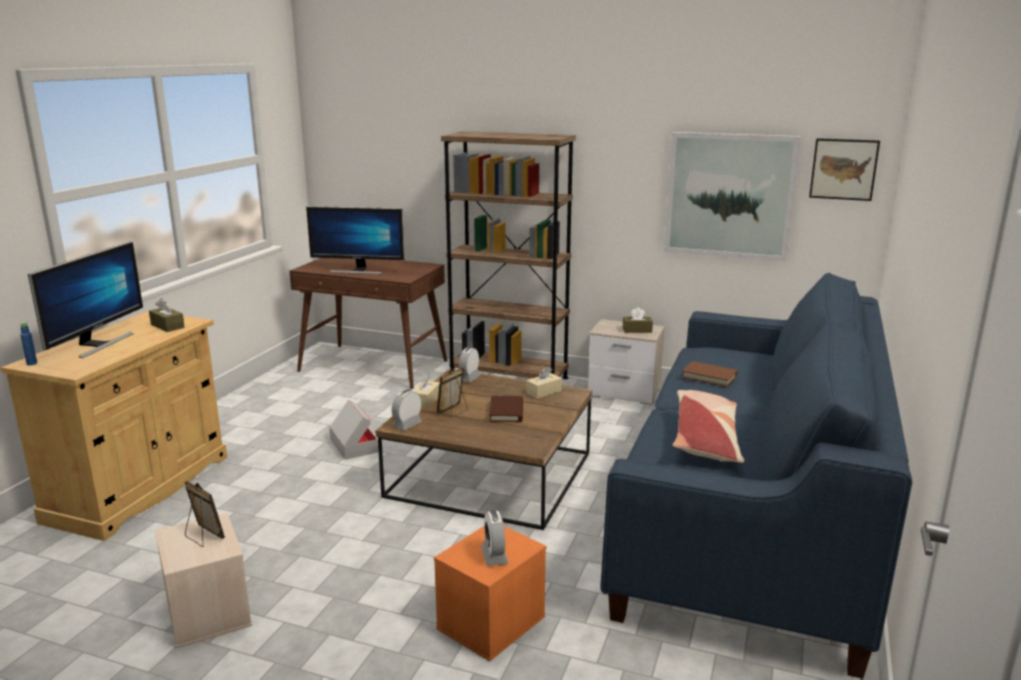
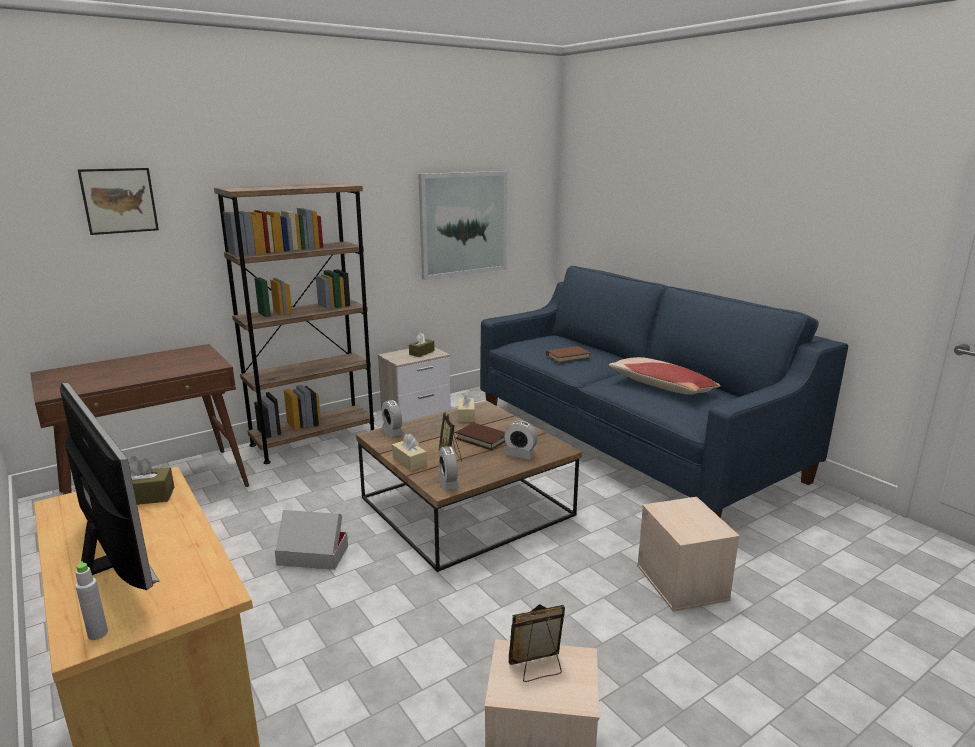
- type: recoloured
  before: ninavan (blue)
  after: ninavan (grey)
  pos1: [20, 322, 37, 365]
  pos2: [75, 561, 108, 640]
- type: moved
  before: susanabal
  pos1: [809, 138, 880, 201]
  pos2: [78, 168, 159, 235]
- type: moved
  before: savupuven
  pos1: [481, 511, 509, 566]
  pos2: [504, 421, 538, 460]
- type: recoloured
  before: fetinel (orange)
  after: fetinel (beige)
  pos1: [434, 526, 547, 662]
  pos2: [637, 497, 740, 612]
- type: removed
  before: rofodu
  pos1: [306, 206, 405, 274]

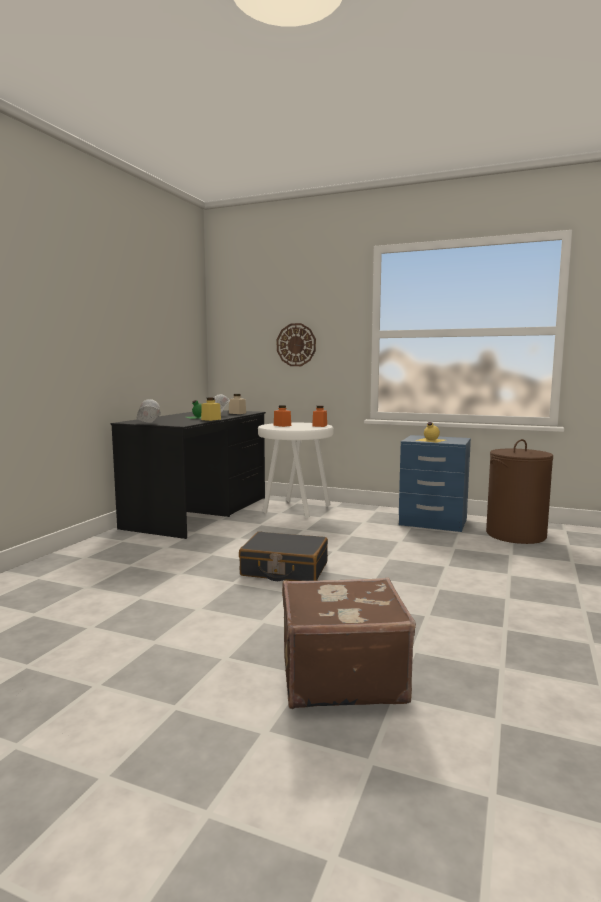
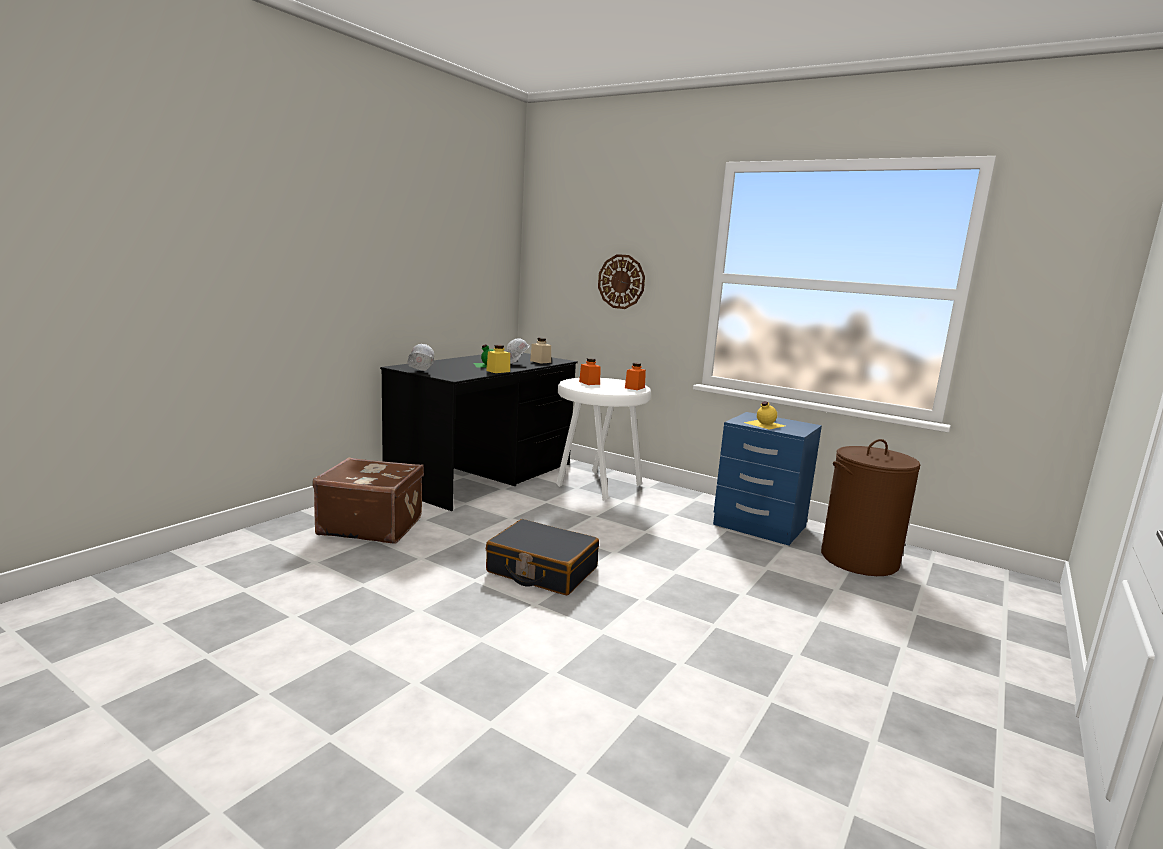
- type: moved
  before: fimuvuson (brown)
  pos1: [282, 577, 416, 709]
  pos2: [312, 457, 424, 543]

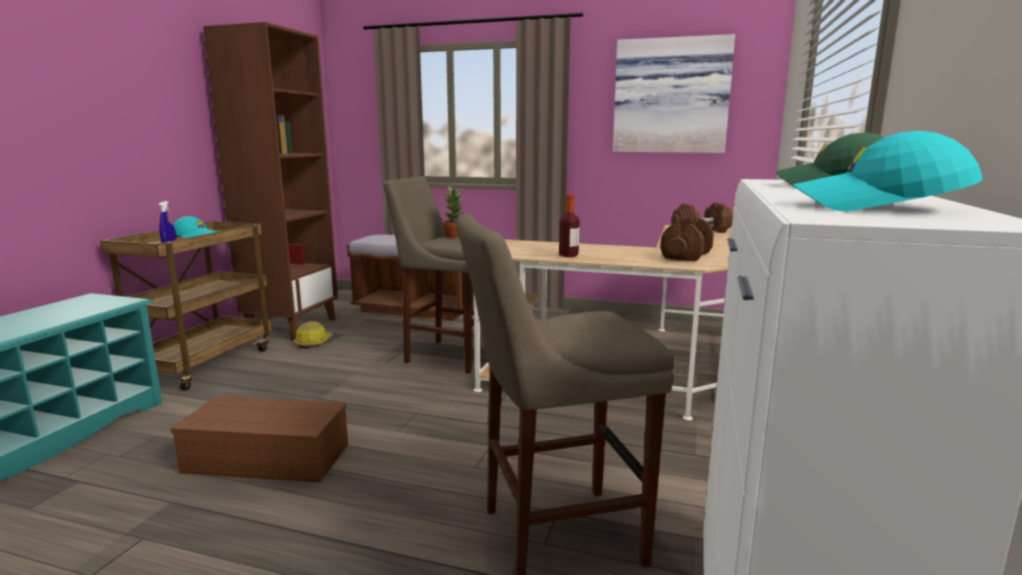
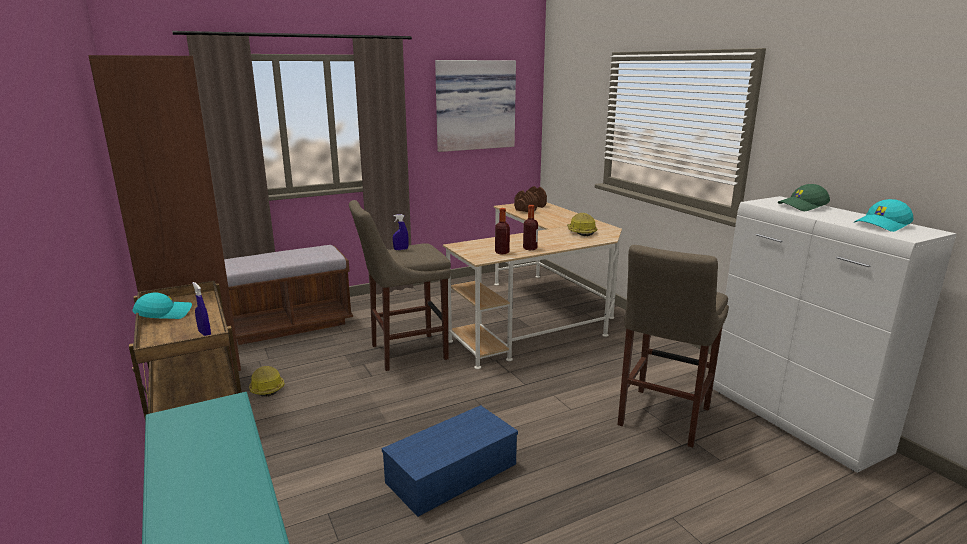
- type: recoloured
  before: fetinel (brown)
  after: fetinel (blue)
  pos1: [171, 396, 348, 483]
  pos2: [382, 405, 518, 517]
- type: replaced
  before: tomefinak
  after: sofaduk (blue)
  pos1: [442, 186, 464, 238]
  pos2: [393, 214, 409, 250]
- type: added
  after: ninavan
  pos2: [495, 208, 510, 254]
- type: replaced
  before: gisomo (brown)
  after: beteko
  pos1: [661, 218, 714, 262]
  pos2: [567, 213, 597, 236]

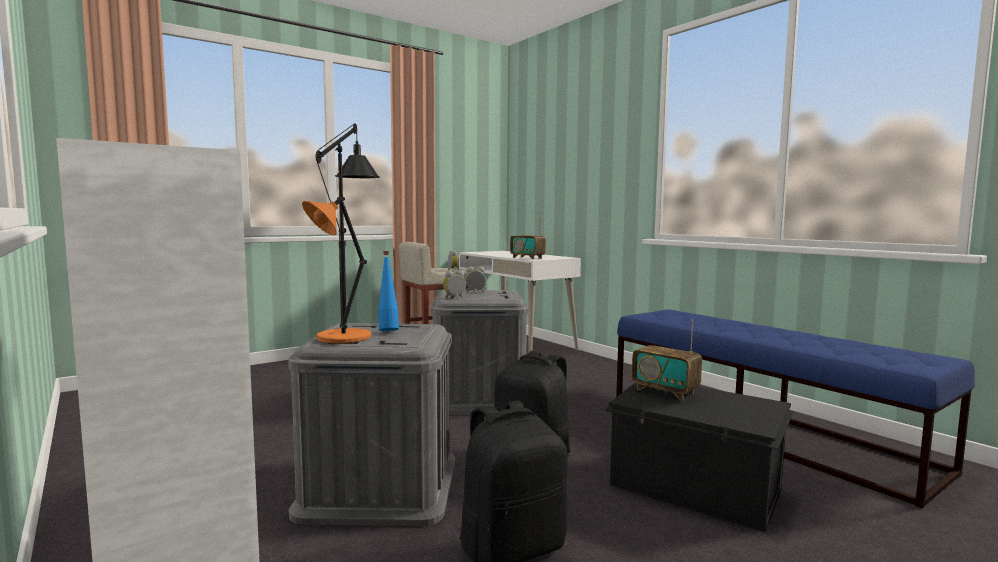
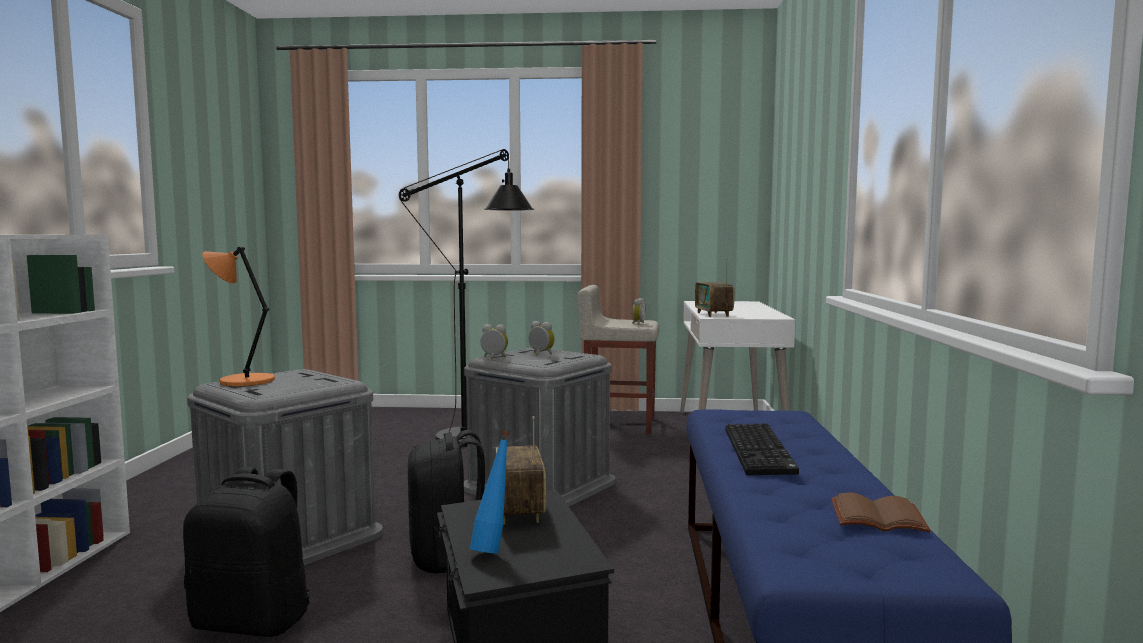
- type: moved
  before: ninavan (blue)
  pos1: [378, 251, 399, 331]
  pos2: [470, 430, 510, 553]
- type: added
  after: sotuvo
  pos2: [725, 423, 799, 475]
- type: added
  after: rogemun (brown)
  pos2: [831, 492, 931, 533]

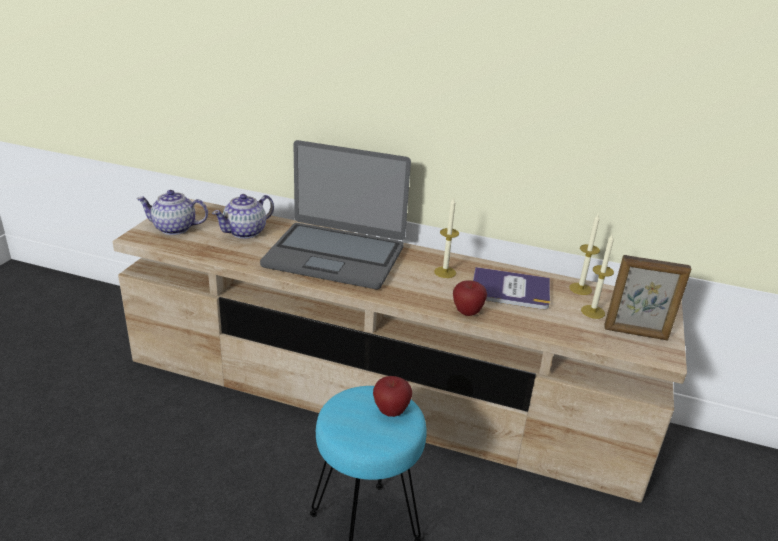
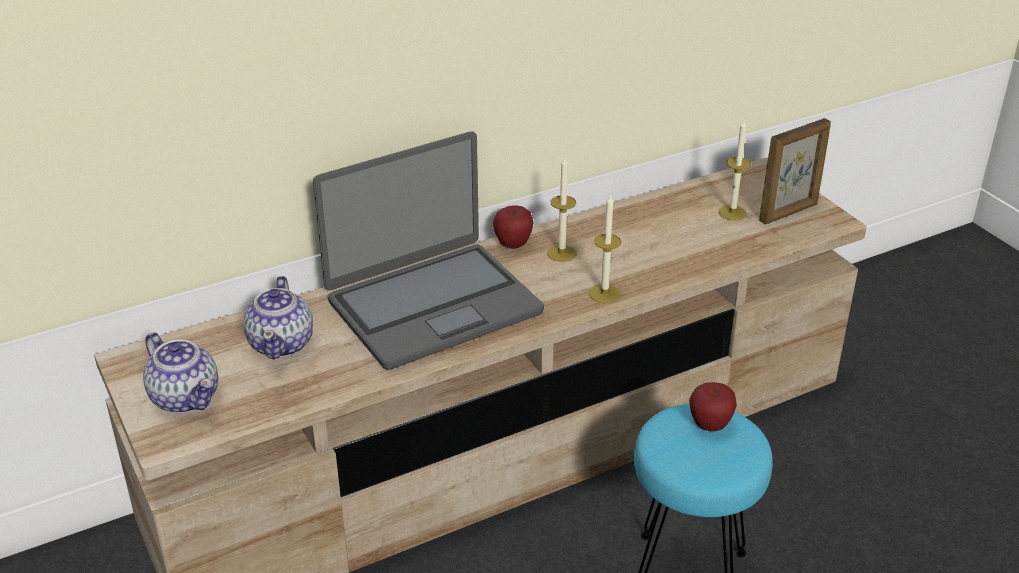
- type: turned
  before: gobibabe
  pos1: [136, 190, 208, 235]
  pos2: [143, 332, 218, 413]
  turn: -90
- type: moved
  before: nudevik
  pos1: [453, 280, 487, 316]
  pos2: [493, 206, 534, 249]
- type: moved
  before: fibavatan
  pos1: [569, 214, 600, 295]
  pos2: [589, 194, 621, 303]
- type: removed
  before: rogemun
  pos1: [473, 267, 550, 310]

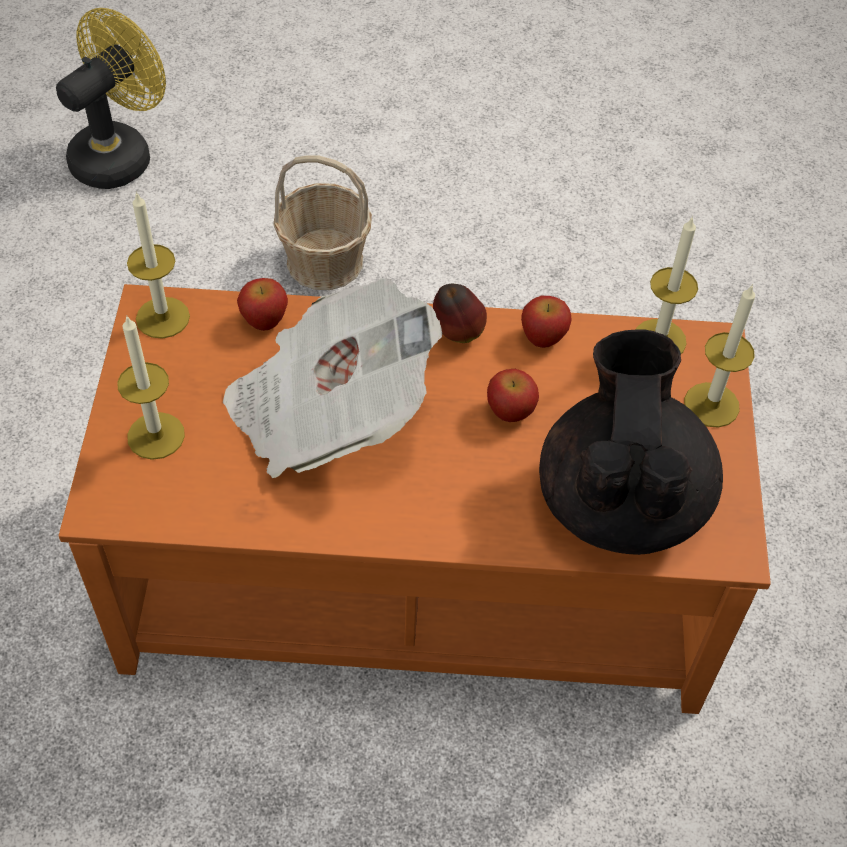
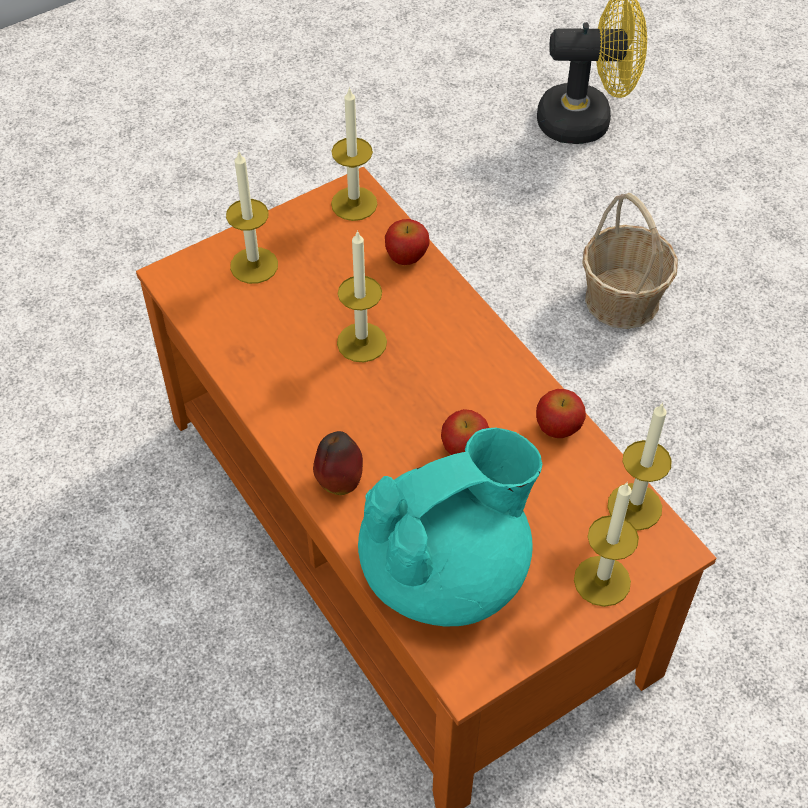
- type: moved
  before: nudevik
  pos1: [433, 284, 487, 343]
  pos2: [313, 431, 363, 495]
- type: replaced
  before: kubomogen
  after: fibavatan
  pos1: [223, 278, 442, 478]
  pos2: [337, 230, 387, 363]
- type: recoloured
  before: gobibabe (black)
  after: gobibabe (turquoise)
  pos1: [539, 329, 723, 555]
  pos2: [358, 428, 542, 626]

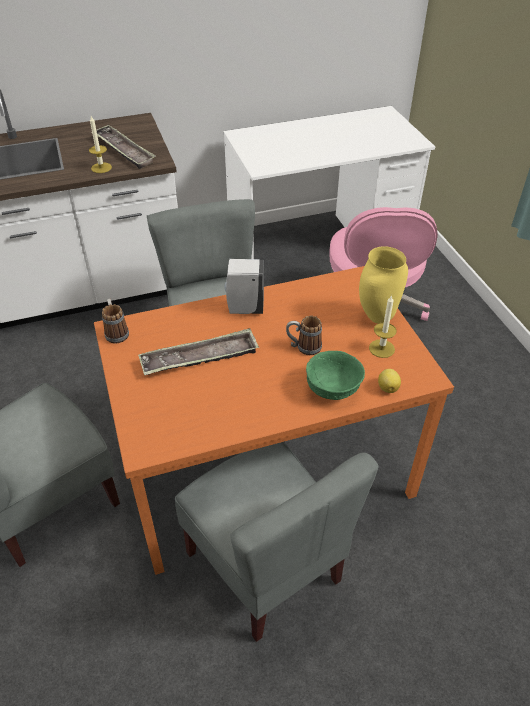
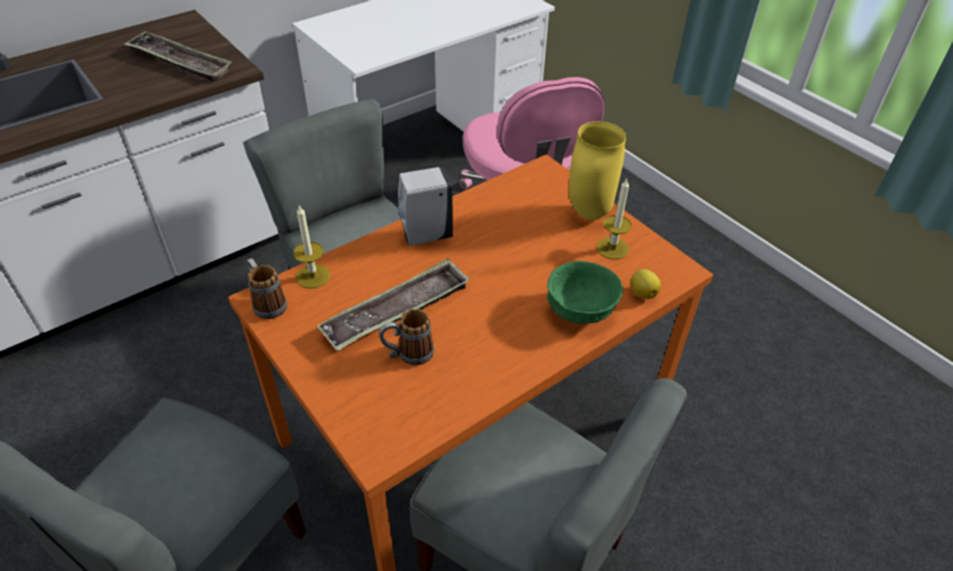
- type: moved
  before: fibavatan
  pos1: [89, 116, 112, 173]
  pos2: [293, 205, 330, 289]
- type: moved
  before: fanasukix
  pos1: [286, 316, 322, 355]
  pos2: [379, 309, 434, 365]

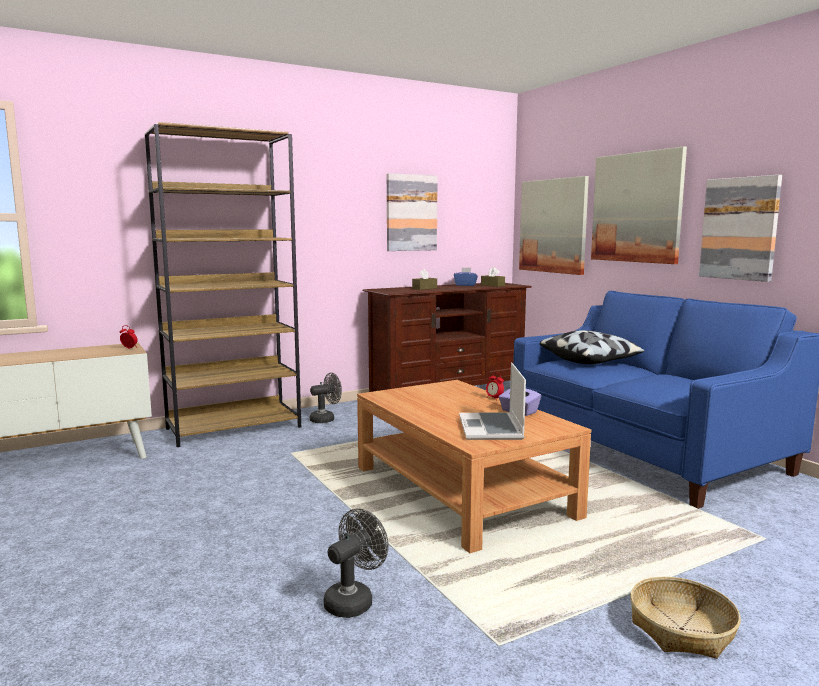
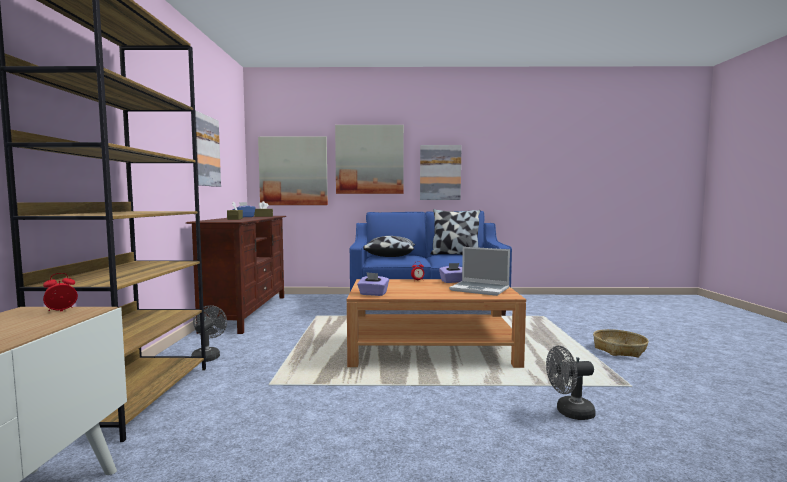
- type: added
  after: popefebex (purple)
  pos2: [357, 272, 389, 296]
- type: added
  after: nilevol
  pos2: [430, 209, 480, 255]
- type: turned
  before: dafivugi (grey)
  pos1: [323, 508, 389, 618]
  pos2: [546, 346, 596, 420]
  turn: -75

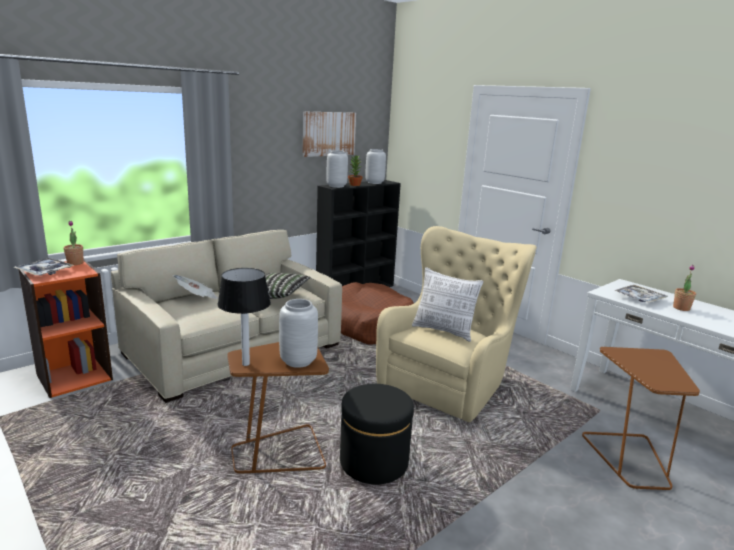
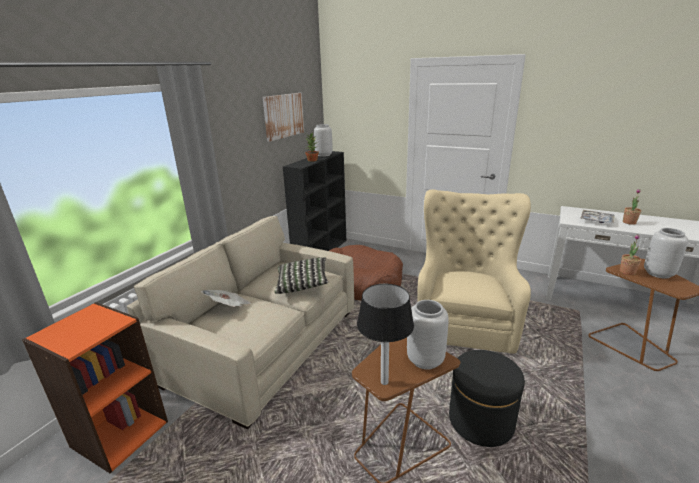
- type: moved
  before: tomefinak
  pos1: [63, 221, 84, 265]
  pos2: [620, 234, 641, 275]
- type: moved
  before: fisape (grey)
  pos1: [326, 150, 348, 188]
  pos2: [644, 228, 688, 279]
- type: removed
  before: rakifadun
  pos1: [13, 258, 74, 276]
- type: removed
  before: nilevol
  pos1: [412, 267, 483, 342]

